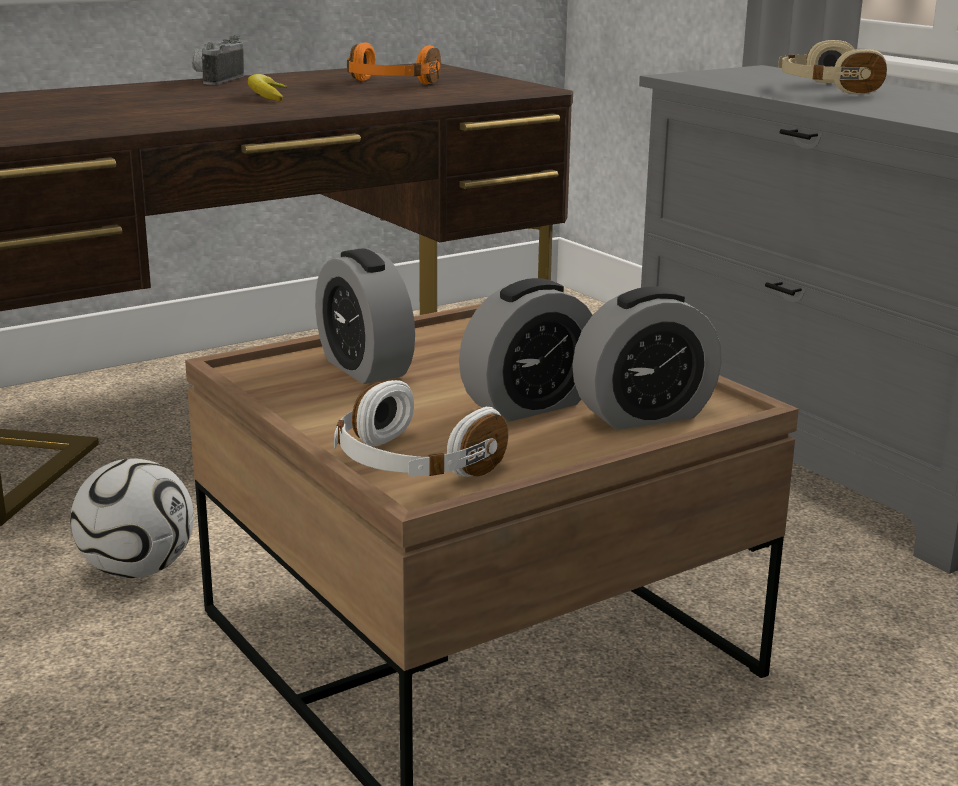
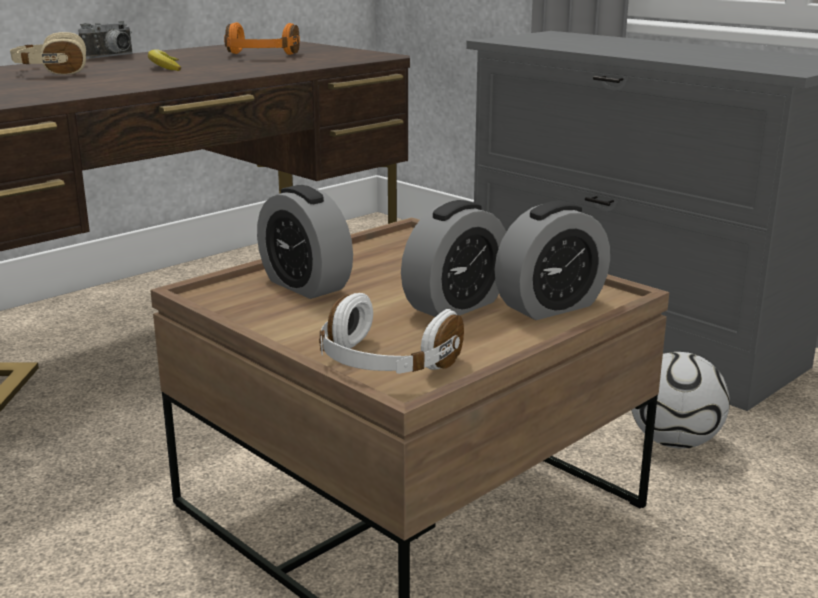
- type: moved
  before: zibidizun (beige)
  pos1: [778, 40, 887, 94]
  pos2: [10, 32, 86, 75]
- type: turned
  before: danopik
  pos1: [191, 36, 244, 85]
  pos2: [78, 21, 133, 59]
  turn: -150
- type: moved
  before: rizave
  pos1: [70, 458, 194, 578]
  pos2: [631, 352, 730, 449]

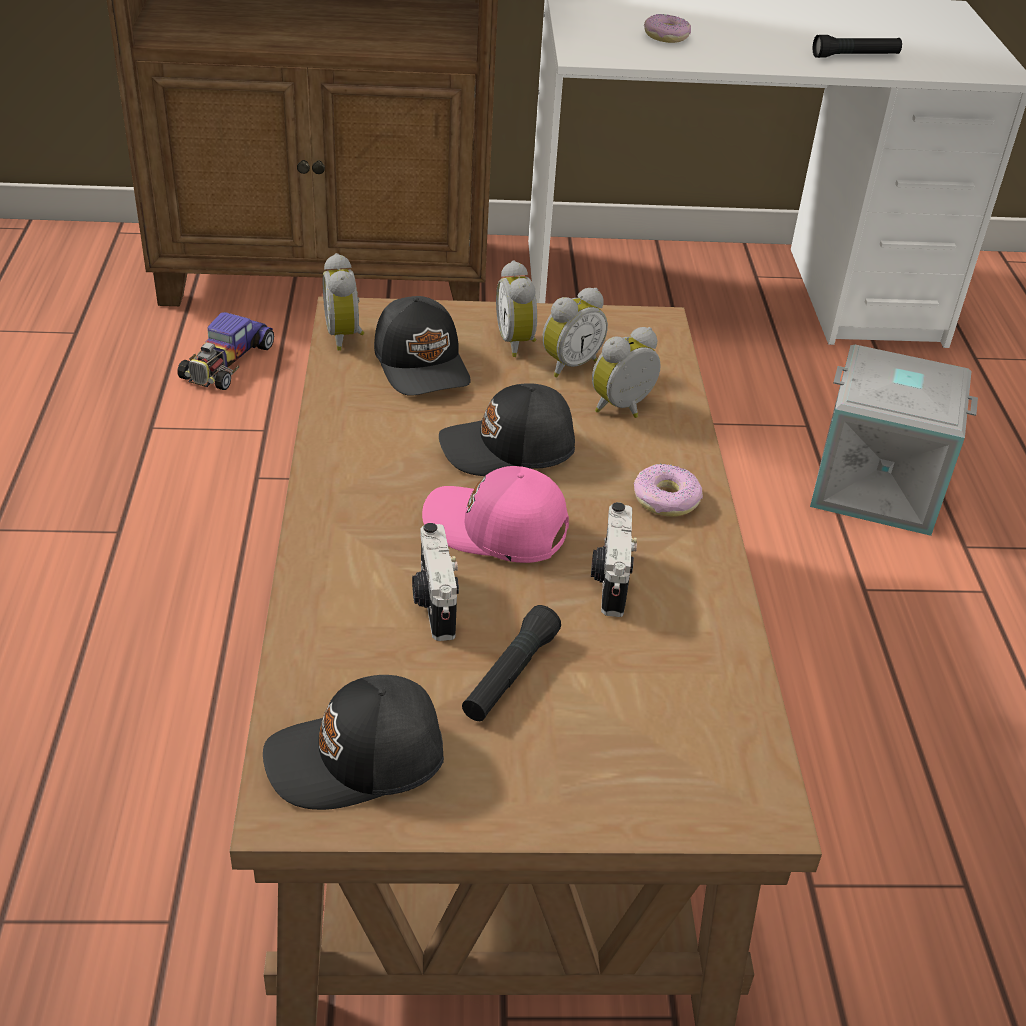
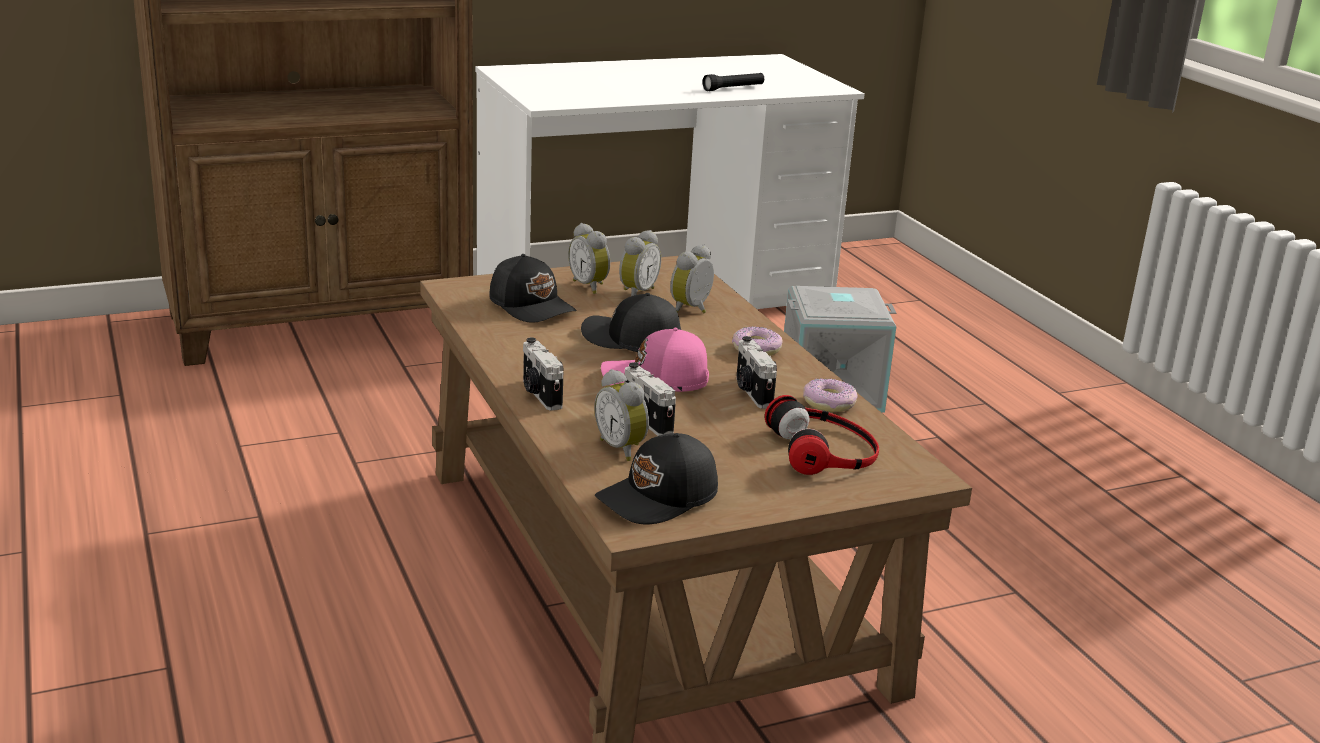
- type: added
  after: danopik
  pos2: [523, 337, 563, 411]
- type: turned
  before: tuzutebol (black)
  pos1: [439, 383, 575, 476]
  pos2: [581, 293, 681, 352]
  turn: 60
- type: moved
  before: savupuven
  pos1: [323, 253, 364, 351]
  pos2: [594, 369, 649, 461]
- type: added
  after: zibidizun
  pos2: [765, 395, 879, 475]
- type: moved
  before: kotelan
  pos1: [644, 14, 691, 43]
  pos2: [803, 379, 858, 412]
- type: removed
  before: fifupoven
  pos1: [177, 312, 274, 390]
- type: removed
  before: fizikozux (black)
  pos1: [462, 605, 561, 721]

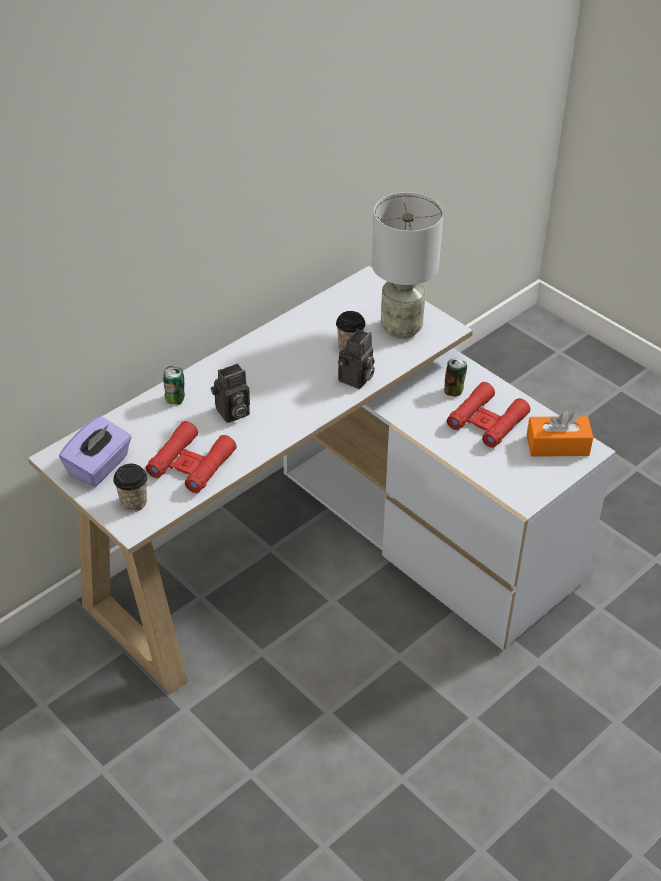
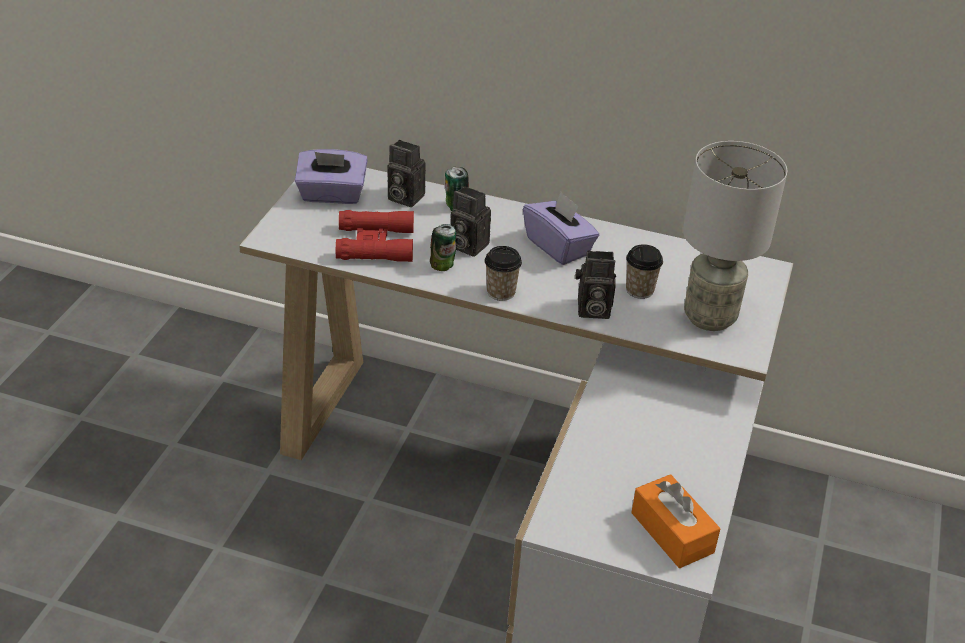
- type: added
  after: danopik
  pos2: [387, 140, 426, 207]
- type: moved
  before: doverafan
  pos1: [444, 358, 467, 397]
  pos2: [430, 224, 456, 271]
- type: moved
  before: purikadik
  pos1: [113, 464, 147, 512]
  pos2: [485, 246, 522, 301]
- type: added
  after: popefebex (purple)
  pos2: [523, 192, 599, 265]
- type: removed
  before: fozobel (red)
  pos1: [447, 382, 530, 448]

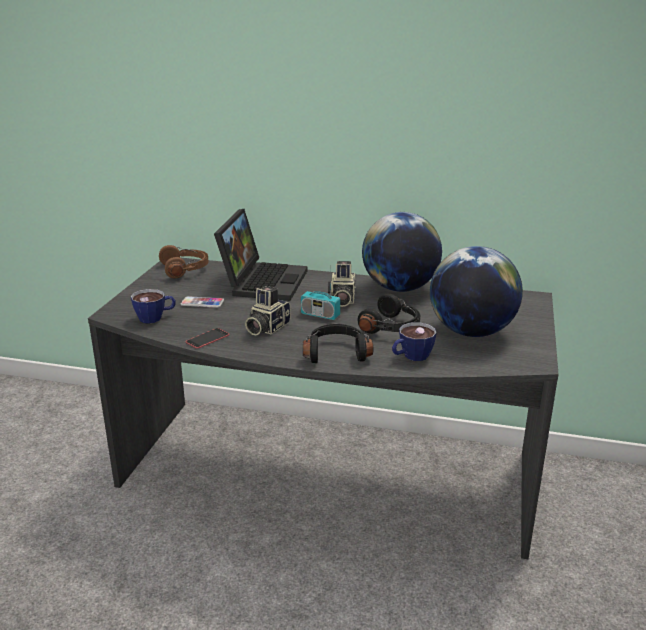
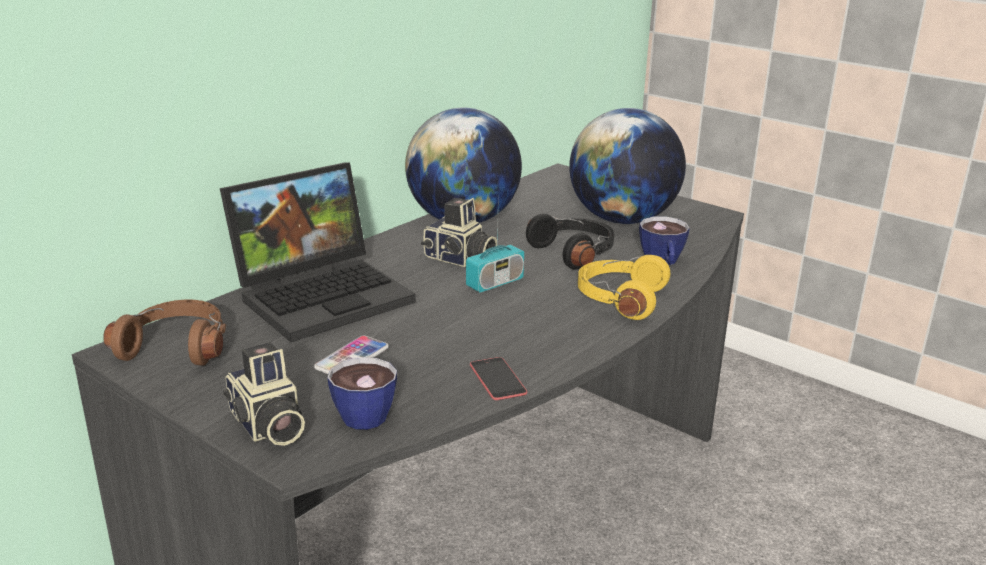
- type: turned
  before: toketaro
  pos1: [214, 209, 308, 301]
  pos2: [220, 162, 416, 342]
  turn: 105
- type: moved
  before: danopik
  pos1: [245, 286, 291, 335]
  pos2: [223, 342, 305, 446]
- type: recoloured
  before: zibidizun (black)
  after: zibidizun (yellow)
  pos1: [303, 324, 373, 363]
  pos2: [578, 255, 670, 320]

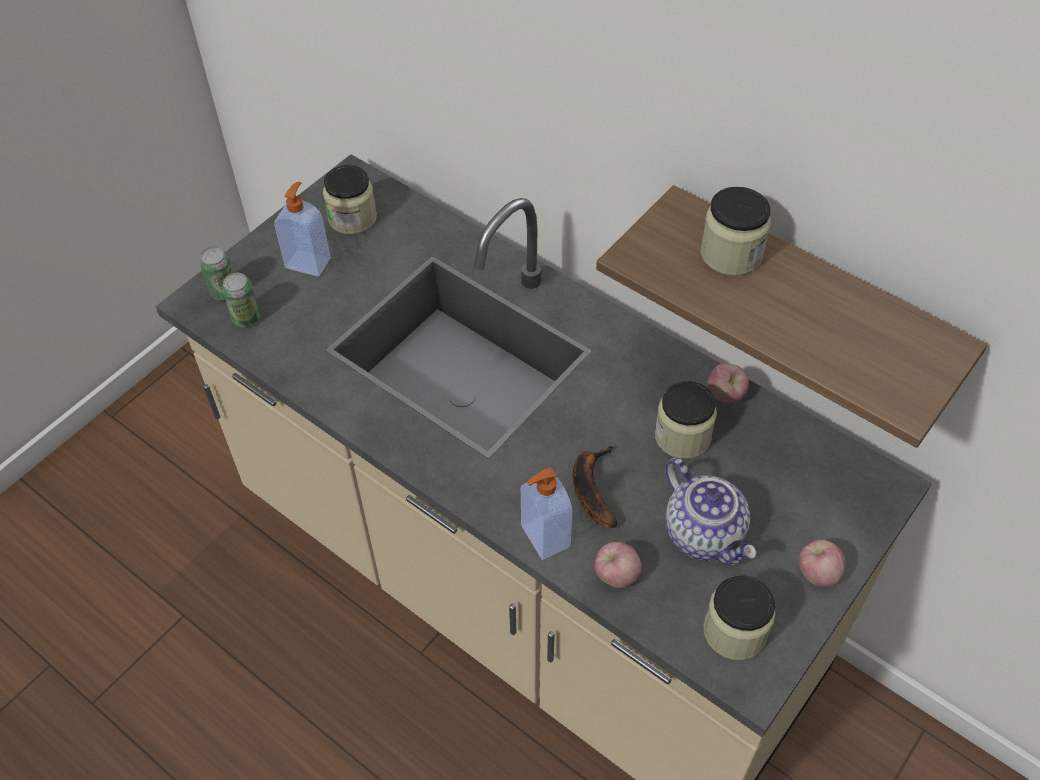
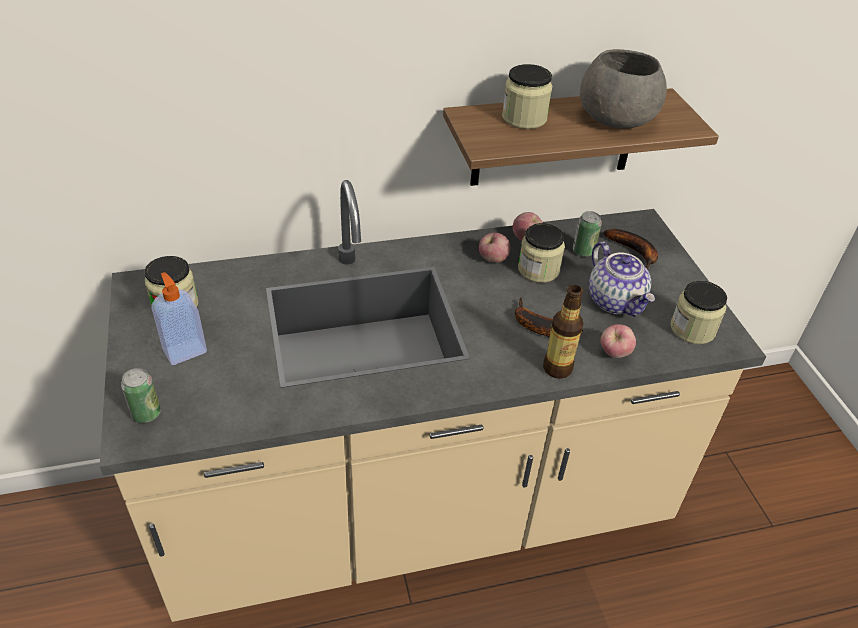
- type: moved
  before: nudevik
  pos1: [798, 540, 845, 587]
  pos2: [479, 233, 510, 263]
- type: replaced
  before: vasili
  after: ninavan
  pos1: [521, 467, 572, 560]
  pos2: [543, 285, 584, 379]
- type: moved
  before: doverafan
  pos1: [222, 273, 260, 327]
  pos2: [573, 211, 602, 257]
- type: added
  after: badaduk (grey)
  pos2: [580, 49, 667, 129]
- type: turned
  before: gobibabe
  pos1: [665, 458, 757, 565]
  pos2: [589, 241, 655, 317]
  turn: 60
- type: added
  after: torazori
  pos2: [604, 229, 658, 270]

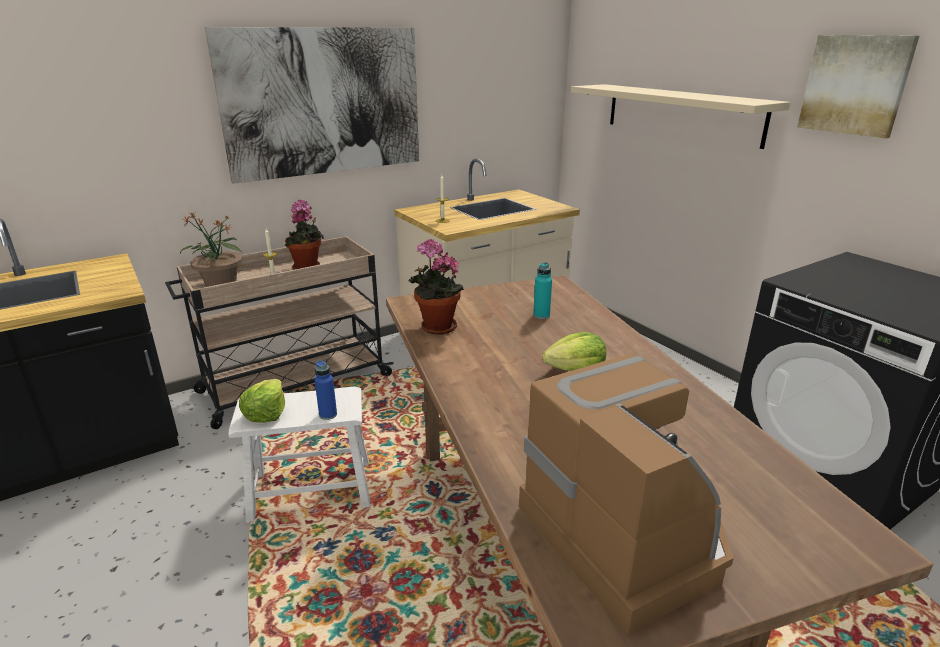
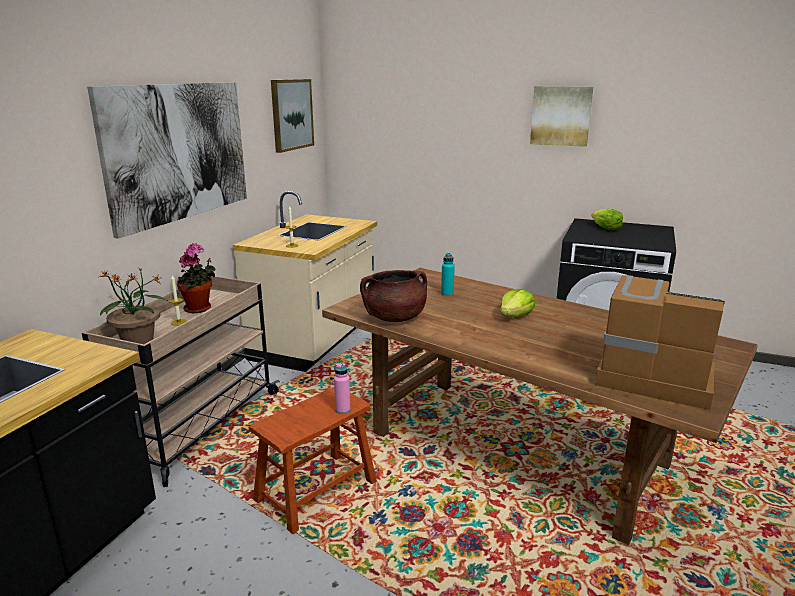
- type: recoloured
  before: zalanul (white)
  after: zalanul (brown)
  pos1: [228, 386, 370, 523]
  pos2: [249, 387, 377, 534]
- type: added
  after: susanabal
  pos2: [271, 79, 314, 153]
- type: recoloured
  before: ninavan (blue)
  after: ninavan (pink)
  pos1: [315, 361, 337, 420]
  pos2: [334, 363, 351, 414]
- type: replaced
  before: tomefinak
  after: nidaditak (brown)
  pos1: [409, 239, 464, 335]
  pos2: [360, 270, 427, 322]
- type: moved
  before: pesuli
  pos1: [239, 379, 285, 423]
  pos2: [591, 209, 623, 230]
- type: removed
  before: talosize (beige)
  pos1: [571, 84, 791, 149]

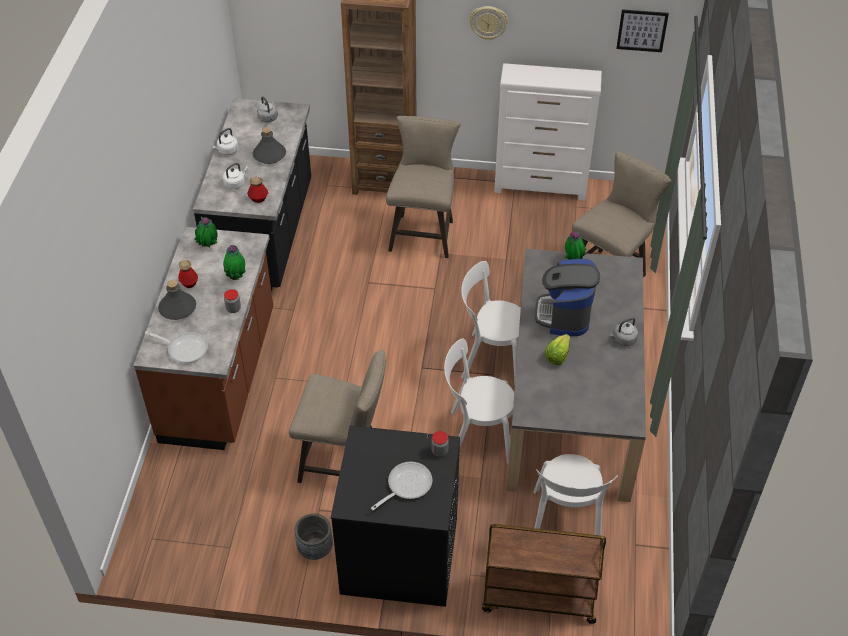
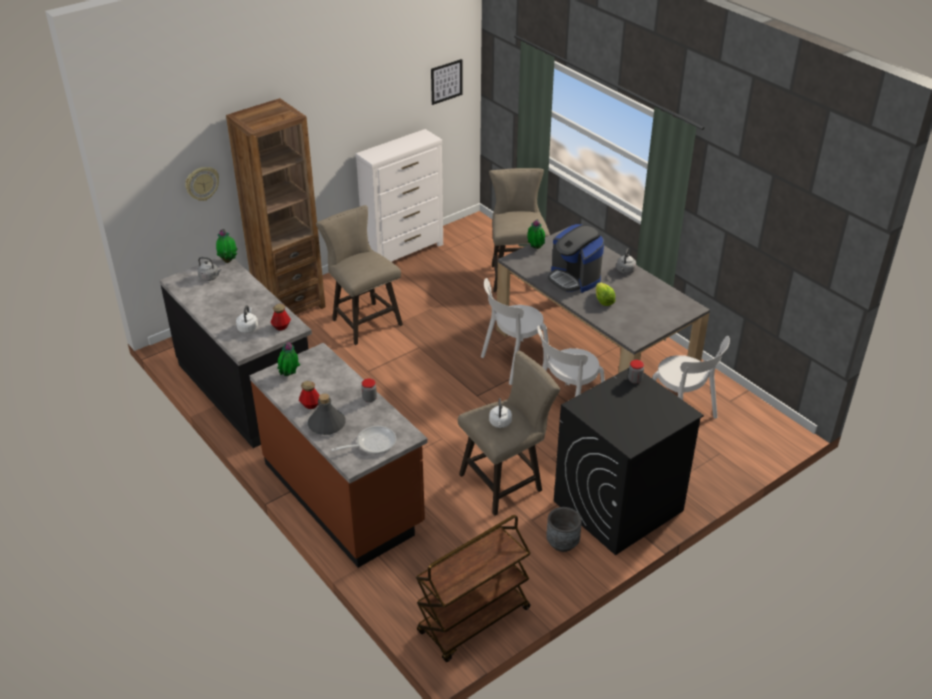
- type: moved
  before: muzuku
  pos1: [469, 6, 508, 40]
  pos2: [185, 167, 219, 201]
- type: moved
  before: tomefinak
  pos1: [223, 245, 246, 280]
  pos2: [216, 229, 238, 263]
- type: moved
  before: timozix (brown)
  pos1: [482, 524, 606, 624]
  pos2: [416, 515, 531, 662]
- type: moved
  before: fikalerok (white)
  pos1: [212, 128, 238, 155]
  pos2: [489, 398, 512, 428]
- type: removed
  before: ninavan (grey)
  pos1: [253, 127, 286, 164]
- type: removed
  before: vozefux
  pos1: [371, 462, 432, 510]

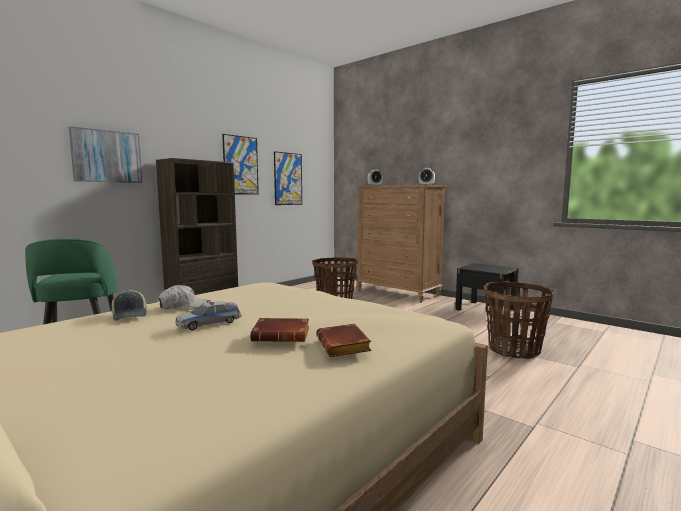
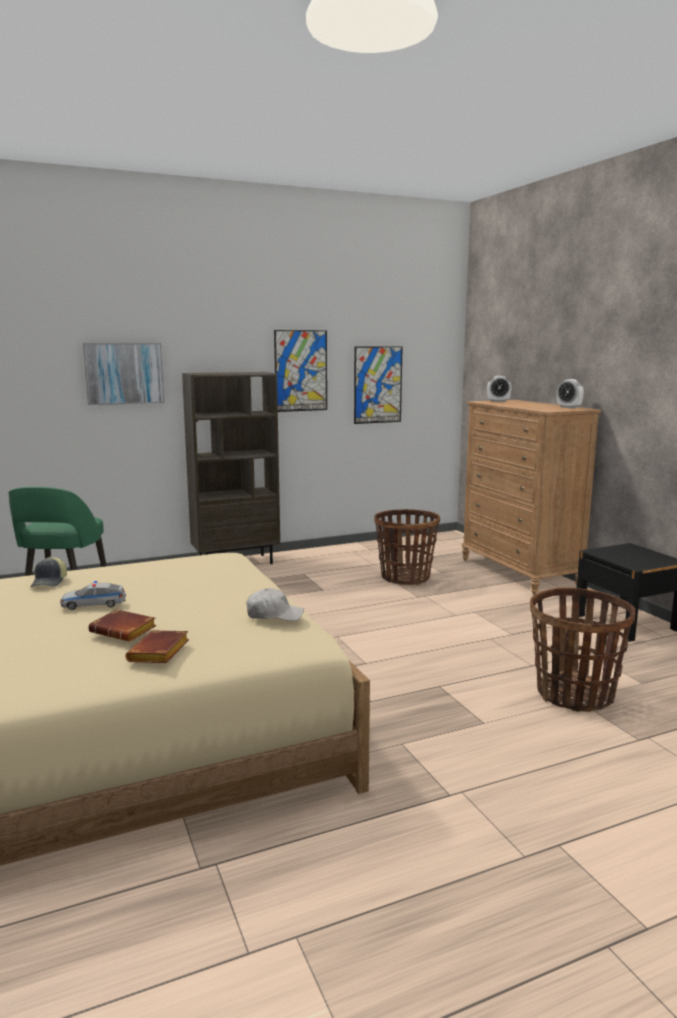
- type: moved
  before: tuzutebol (white)
  pos1: [159, 285, 207, 309]
  pos2: [246, 588, 304, 621]

